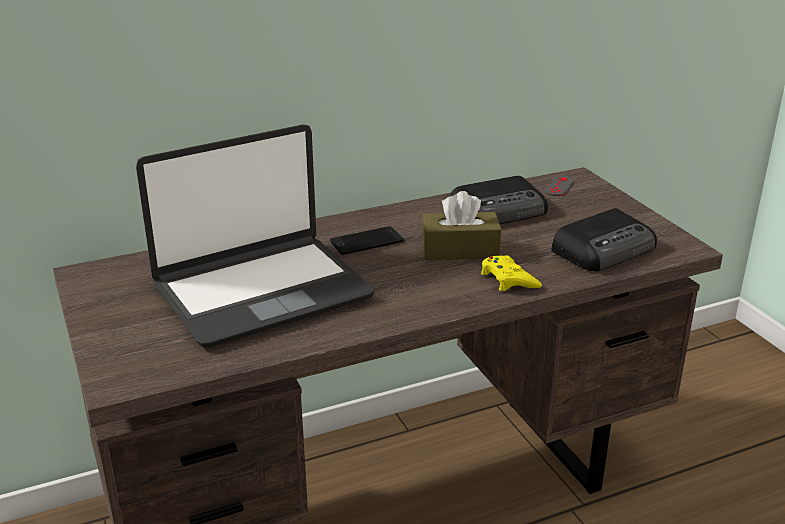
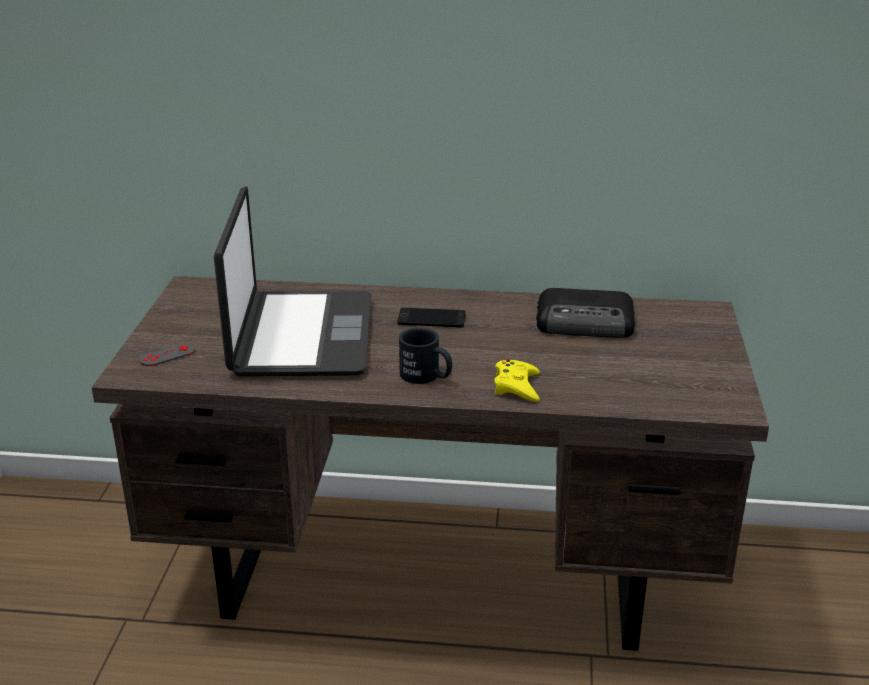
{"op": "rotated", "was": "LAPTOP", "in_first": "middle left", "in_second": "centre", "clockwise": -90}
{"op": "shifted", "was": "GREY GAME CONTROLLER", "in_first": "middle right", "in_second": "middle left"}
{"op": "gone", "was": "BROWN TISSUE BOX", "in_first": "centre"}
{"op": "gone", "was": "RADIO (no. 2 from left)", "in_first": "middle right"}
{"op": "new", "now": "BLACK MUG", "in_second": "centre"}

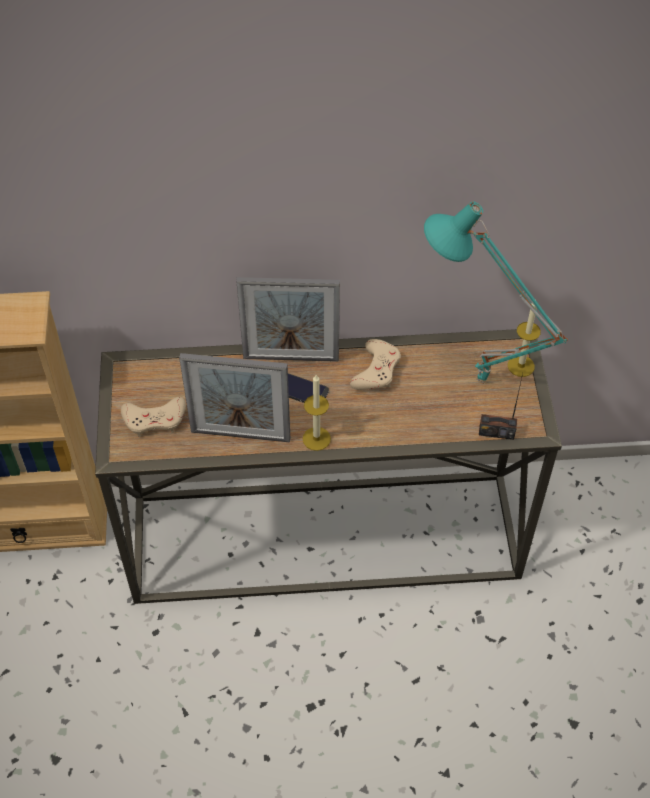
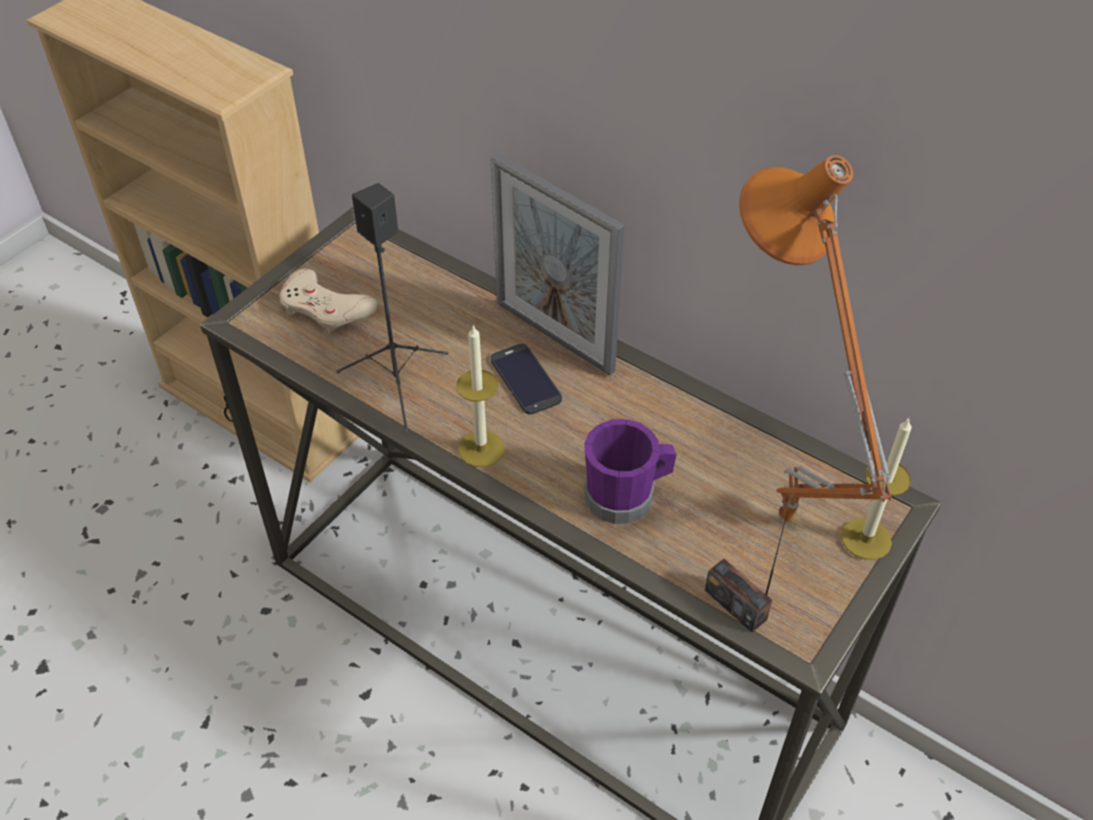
{"op": "repainted", "was": "TURQUOISE TABLE LAMP", "now": "ORANGE TABLE LAMP", "in_first": "middle right", "in_second": "middle right"}
{"op": "gone", "was": "BEIGE GAME CONTROLLER (no. 2 from left)", "in_first": "centre"}
{"op": "swapped", "was": "PICTURE FRAME (no. 1 from left)", "now": "BLACK SPEAKER", "in_first": "centre", "in_second": "centre"}
{"op": "new", "now": "PURPLE MUG", "in_second": "centre"}

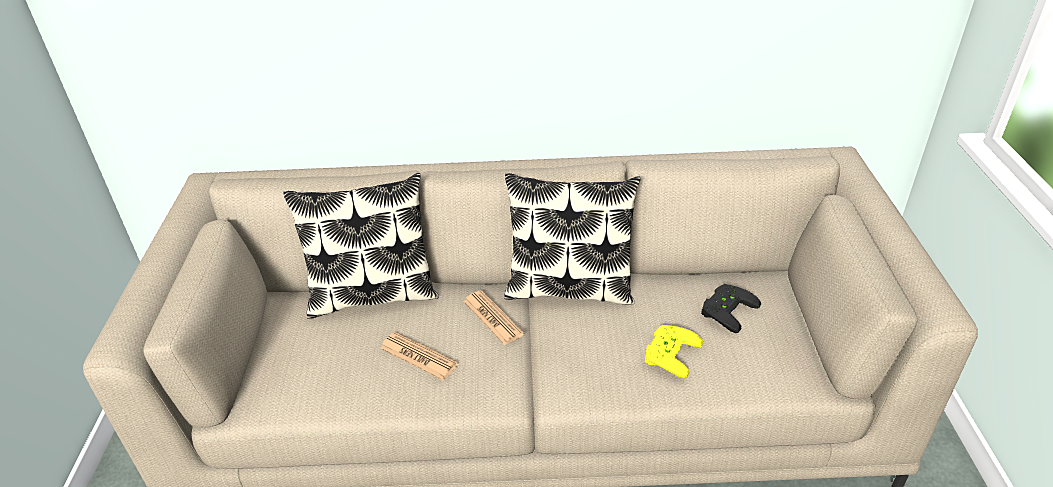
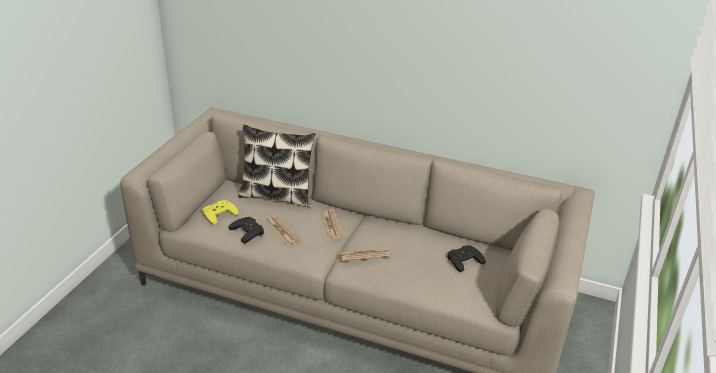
{"op": "gone", "was": "PILLOW (no. 2 from left)", "in_first": "centre"}
{"op": "shifted", "was": "YELLOW GAME CONTROLLER", "in_first": "bottom centre", "in_second": "middle left"}
{"op": "new", "now": "BLACK GAME CONTROLLER (no. 1 from left)", "in_second": "centre"}
{"op": "new", "now": "NEWSPAPER (no. 3 from left)", "in_second": "bottom centre"}

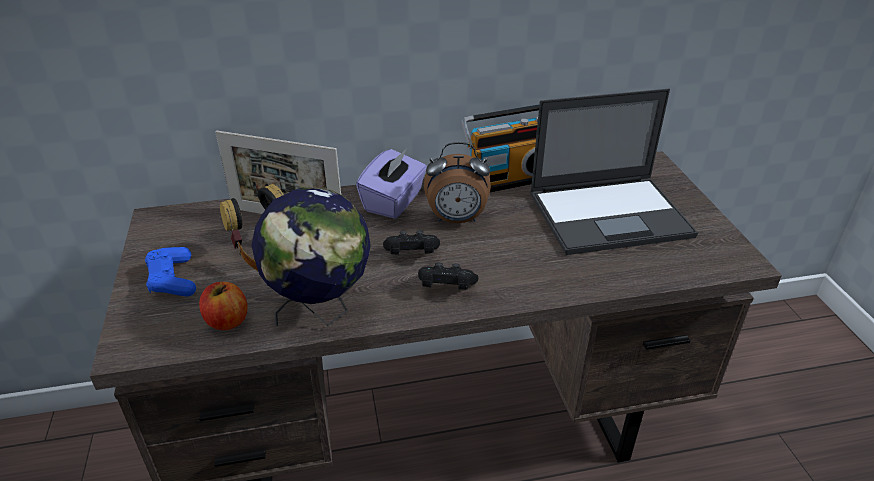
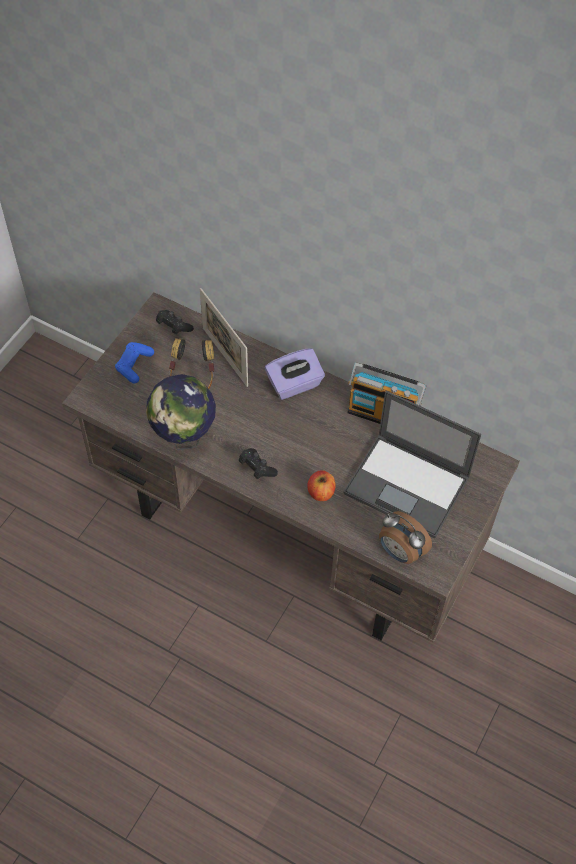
{"op": "shifted", "was": "ALARM CLOCK", "in_first": "centre", "in_second": "middle right"}
{"op": "shifted", "was": "BLACK GAME CONTROLLER (no. 1 from left)", "in_first": "centre", "in_second": "middle left"}
{"op": "shifted", "was": "APPLE", "in_first": "middle left", "in_second": "centre"}

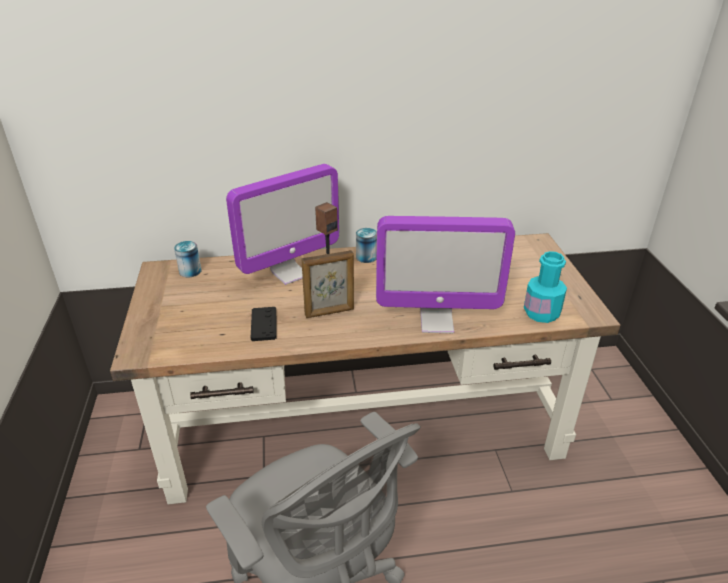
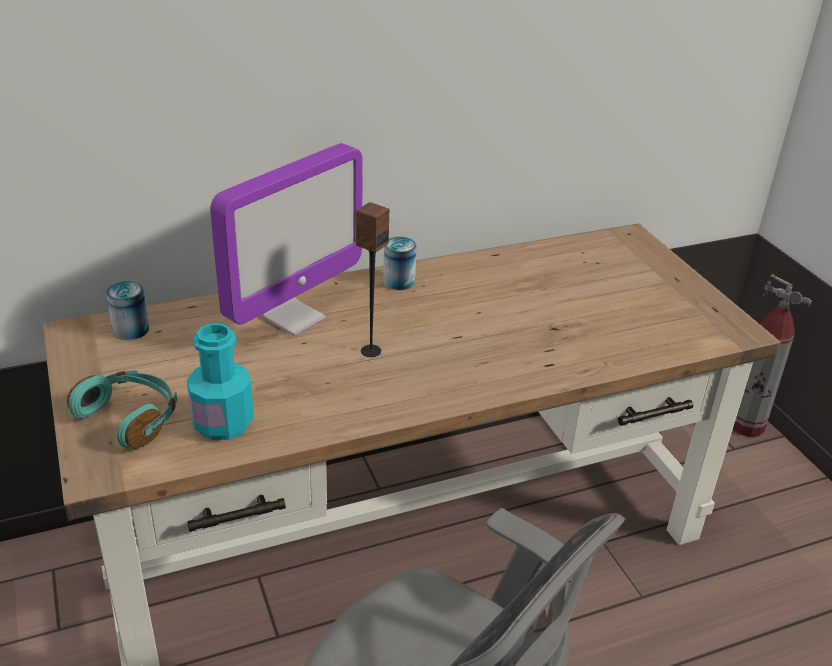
{"op": "gone", "was": "MONITOR (no. 2 from left)", "in_first": "centre"}
{"op": "gone", "was": "PICTURE FRAME", "in_first": "centre"}
{"op": "shifted", "was": "TURQUOISE BOTTLE", "in_first": "middle right", "in_second": "middle left"}
{"op": "gone", "was": "BLACK GAME CONTROLLER", "in_first": "centre"}
{"op": "new", "now": "FIRE EXTINGUISHER", "in_second": "middle right"}
{"op": "new", "now": "TURQUOISE HEADPHONES", "in_second": "middle left"}

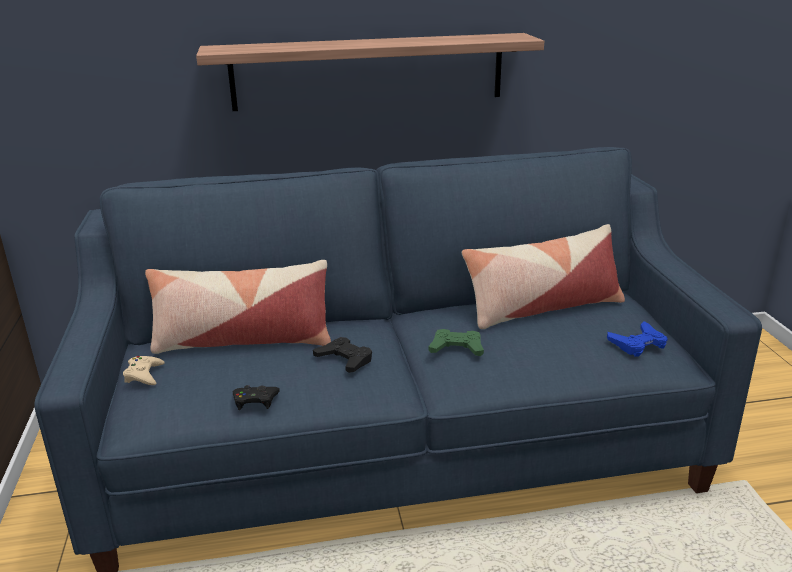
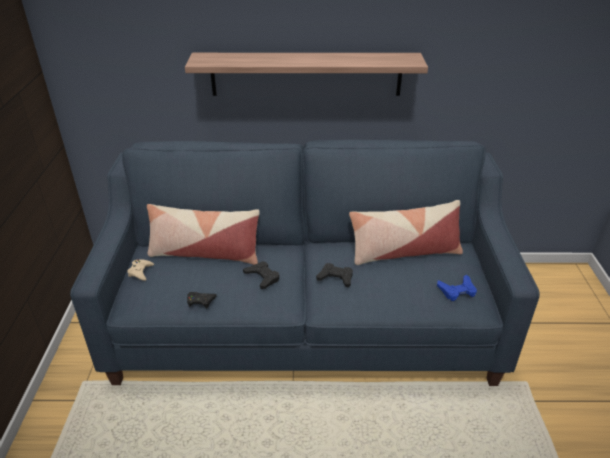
{"op": "repainted", "was": "GREEN GAME CONTROLLER", "now": "BLACK GAME CONTROLLER (no. 3 from left)", "in_first": "centre", "in_second": "centre"}

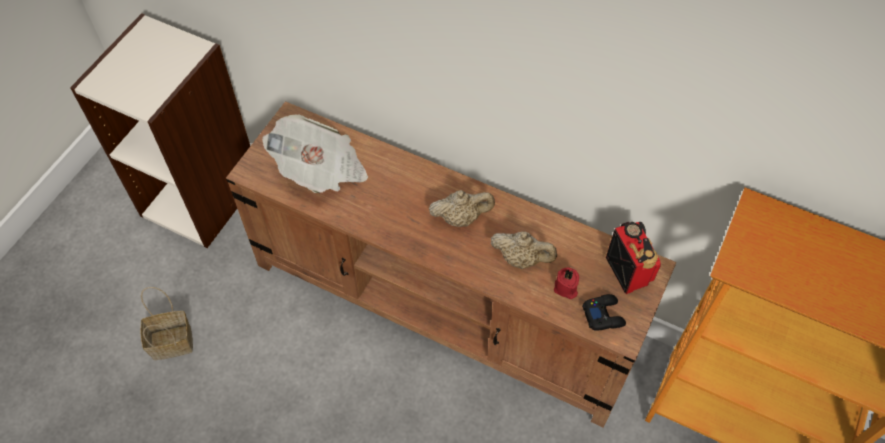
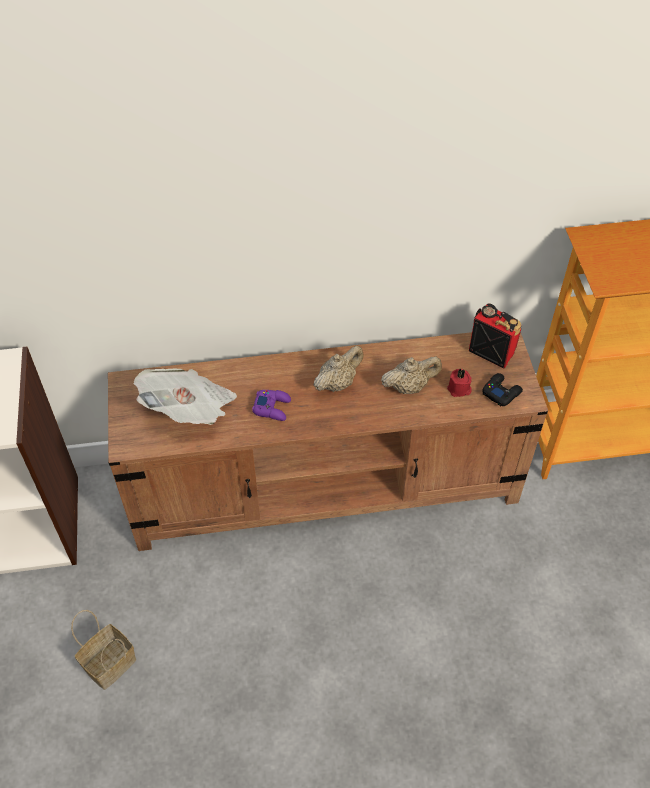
{"op": "new", "now": "PURPLE GAME CONTROLLER", "in_second": "centre"}

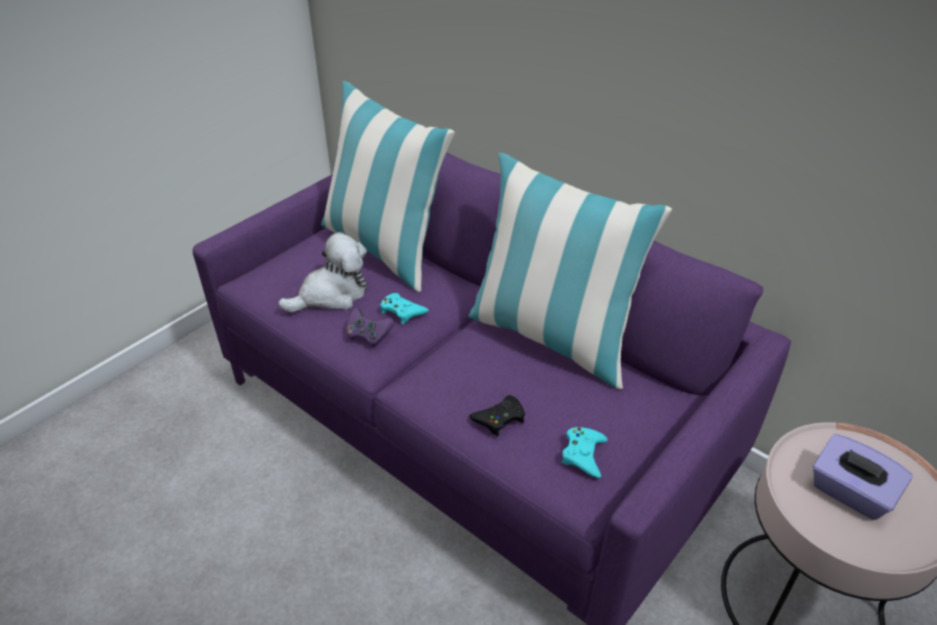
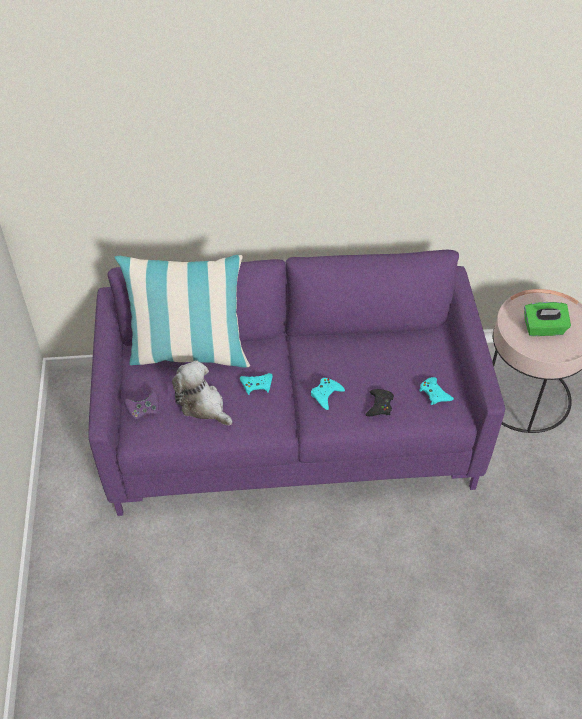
{"op": "gone", "was": "PILLOW (no. 2 from left)", "in_first": "centre"}
{"op": "rotated", "was": "PLUSH TOY", "in_first": "centre", "in_second": "centre", "clockwise": -60}
{"op": "shifted", "was": "PURPLE GAME CONTROLLER", "in_first": "centre", "in_second": "middle left"}
{"op": "repainted", "was": "PURPLE TISSUE BOX", "now": "GREEN TISSUE BOX", "in_first": "bottom right", "in_second": "middle right"}
{"op": "new", "now": "TURQUOISE GAME CONTROLLER (no. 2 from left)", "in_second": "centre"}

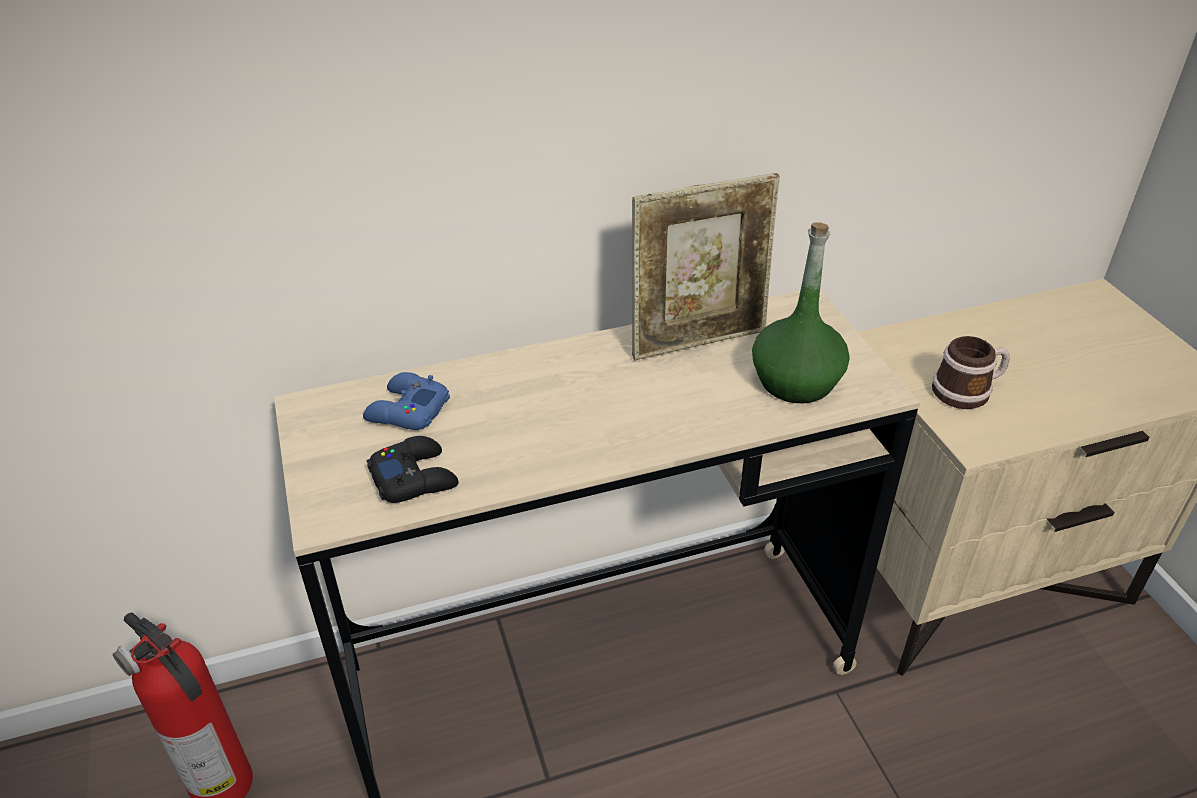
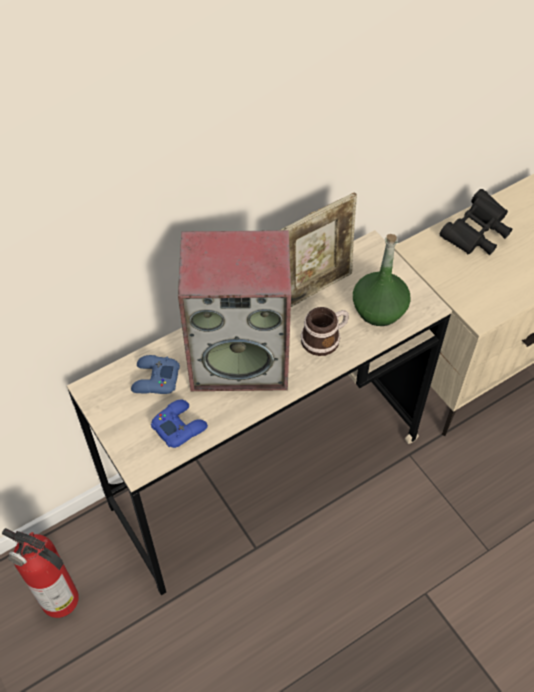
{"op": "shifted", "was": "MUG", "in_first": "middle right", "in_second": "centre"}
{"op": "repainted", "was": "BLACK GAME CONTROLLER", "now": "BLUE GAME CONTROLLER (no. 2 from left)", "in_first": "centre", "in_second": "centre"}
{"op": "new", "now": "BLACK BINOCULARS", "in_second": "top right"}
{"op": "new", "now": "SPEAKER", "in_second": "centre"}

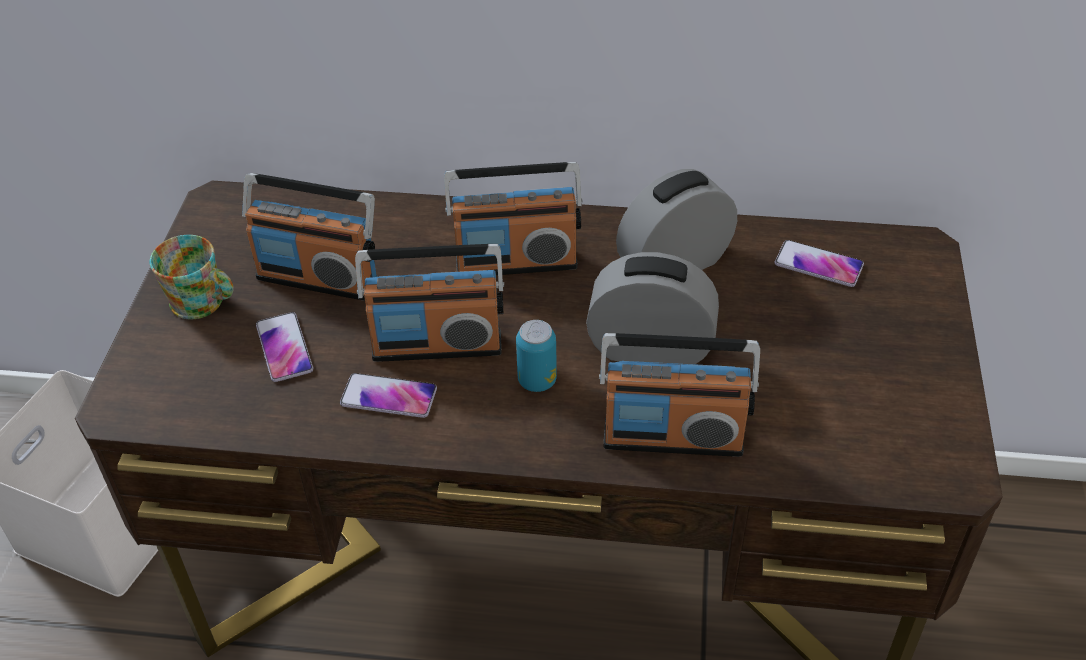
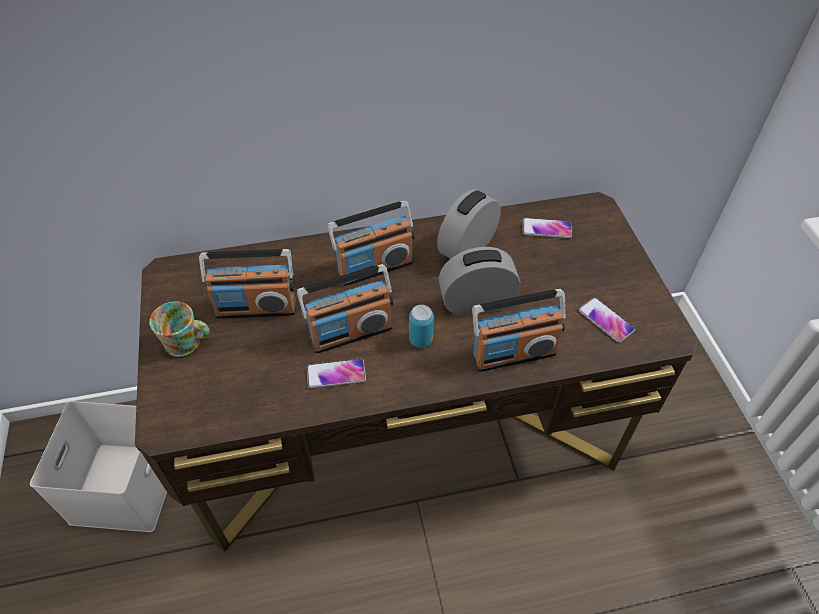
{"op": "shifted", "was": "PHONE (no. 1 from left in the first image)", "now": "PHONE (no. 3 from left)", "in_first": "middle left", "in_second": "middle right"}

